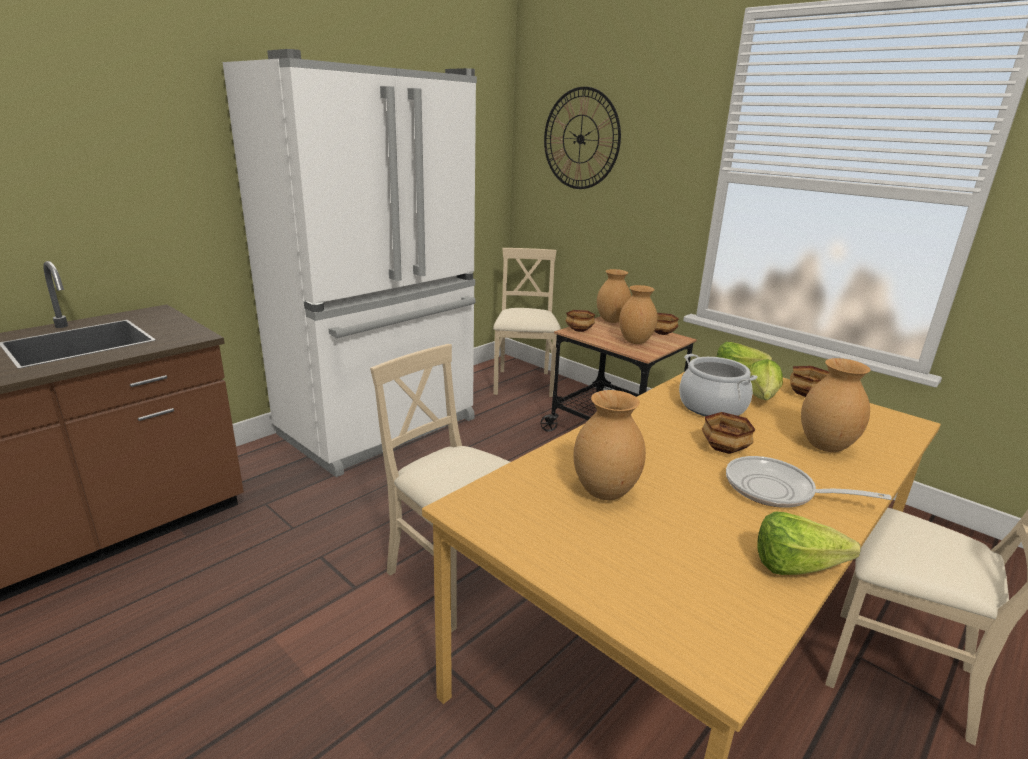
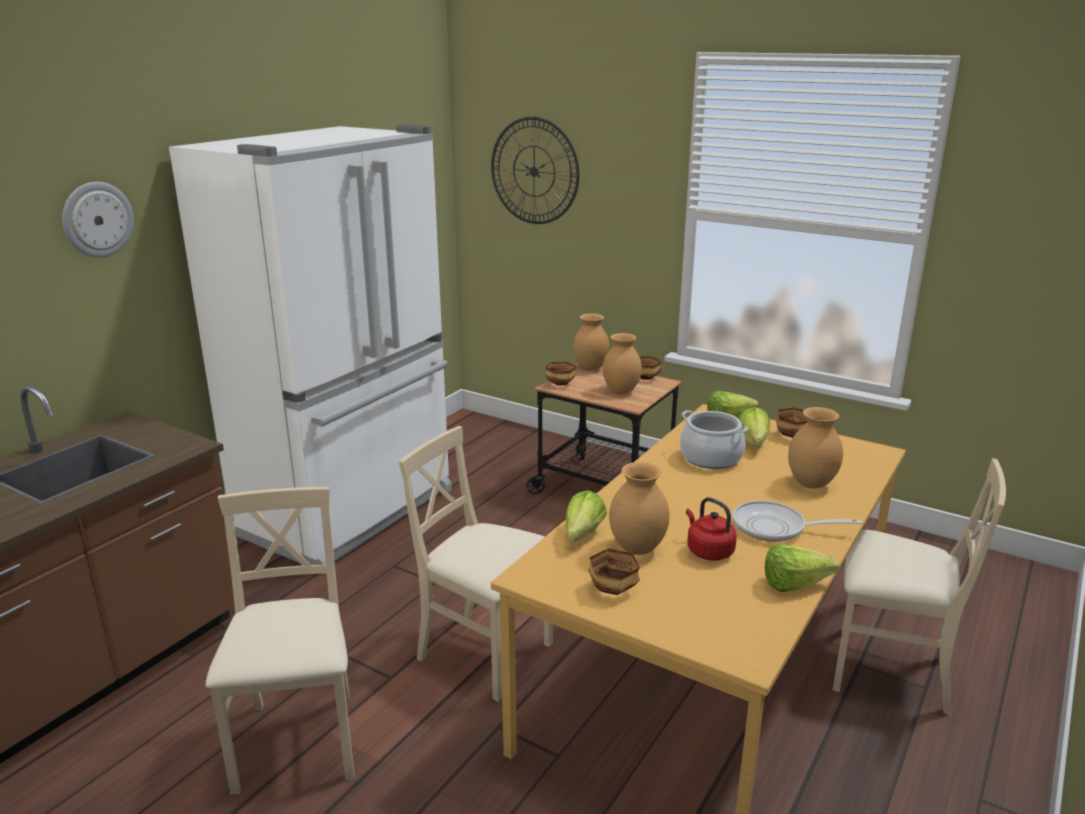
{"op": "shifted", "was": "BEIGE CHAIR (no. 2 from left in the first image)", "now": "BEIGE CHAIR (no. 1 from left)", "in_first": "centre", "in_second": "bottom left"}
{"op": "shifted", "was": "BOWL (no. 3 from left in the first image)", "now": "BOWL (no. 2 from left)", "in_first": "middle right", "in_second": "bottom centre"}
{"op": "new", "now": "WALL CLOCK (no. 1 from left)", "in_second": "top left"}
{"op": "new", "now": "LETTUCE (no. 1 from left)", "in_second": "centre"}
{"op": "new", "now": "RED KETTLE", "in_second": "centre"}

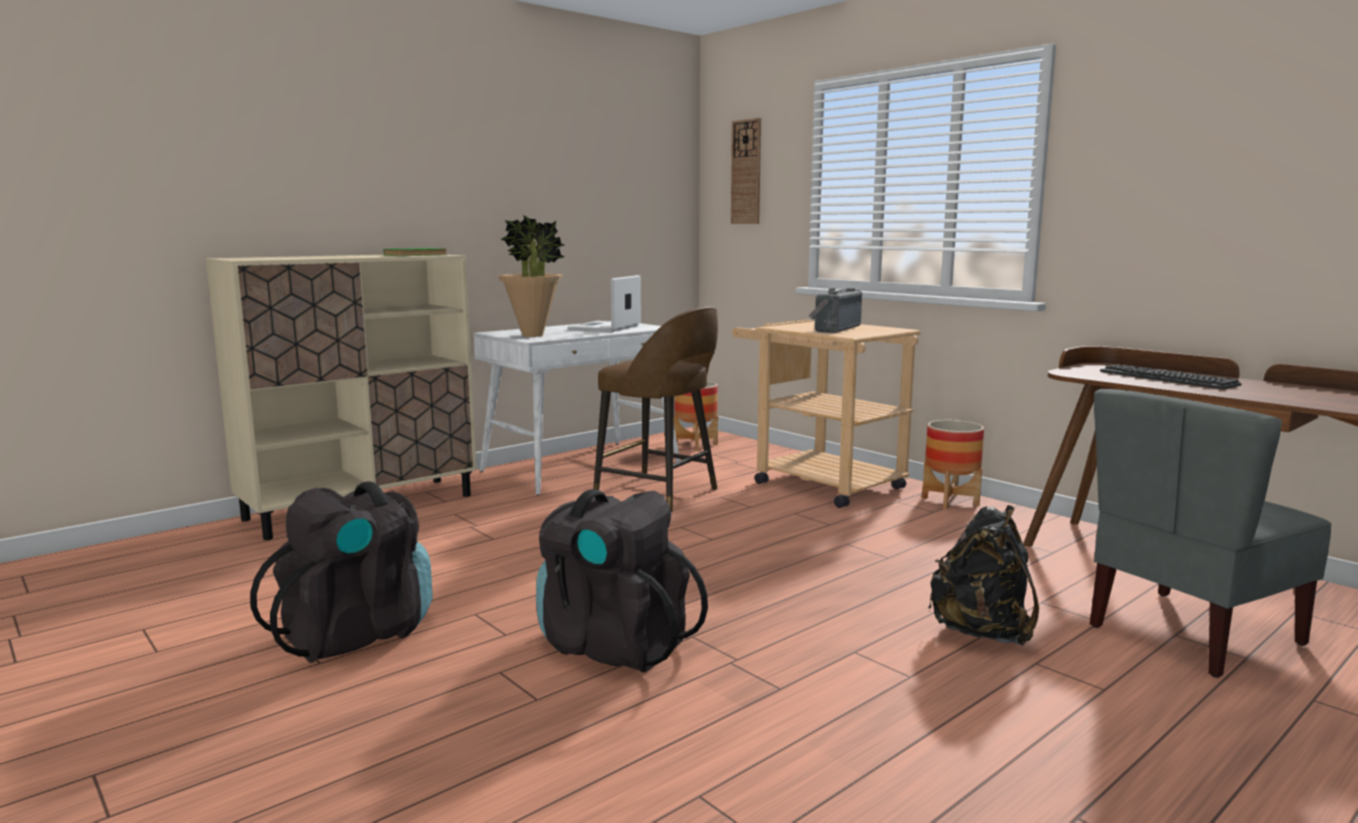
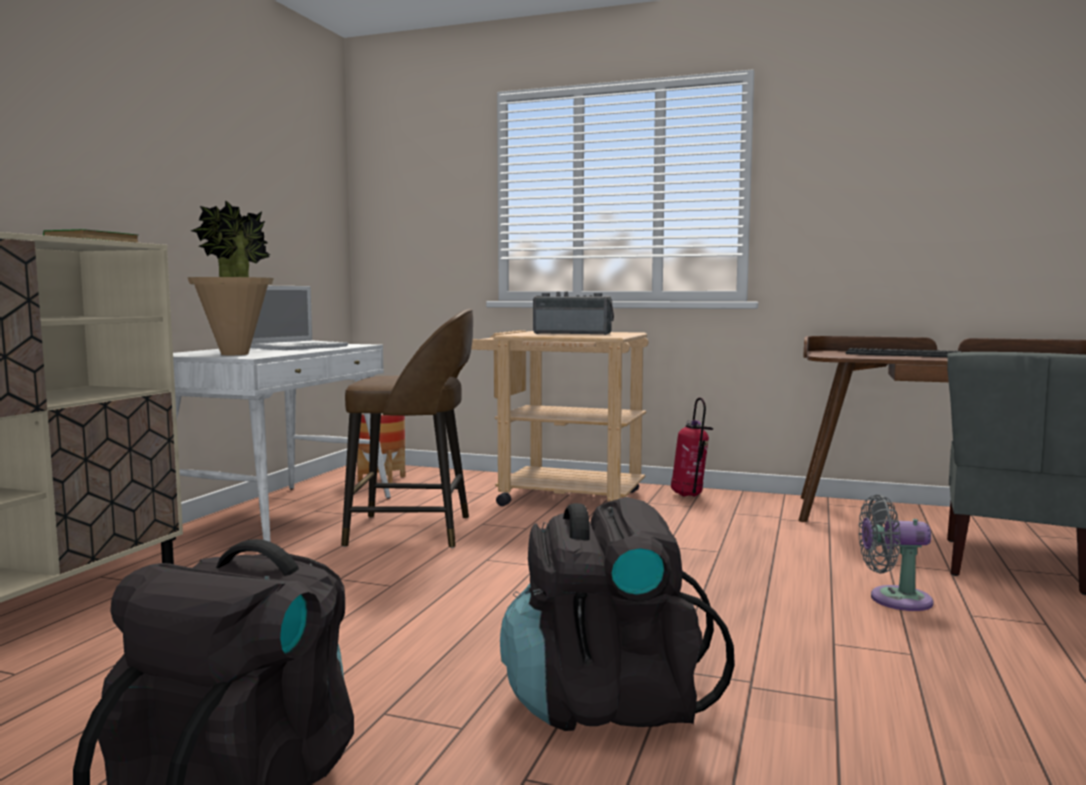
{"op": "gone", "was": "WALL CLOCK", "in_first": "top centre"}
{"op": "rotated", "was": "LAPTOP", "in_first": "centre", "in_second": "middle left", "clockwise": -135}
{"op": "rotated", "was": "RADIO", "in_first": "centre", "in_second": "centre", "clockwise": 105}
{"op": "swapped", "was": "PLANTER (no. 2 from left)", "now": "FIRE EXTINGUISHER", "in_first": "middle right", "in_second": "centre"}
{"op": "swapped", "was": "BLACK BACKPACK (no. 3 from left)", "now": "GREY FAN", "in_first": "bottom right", "in_second": "bottom right"}

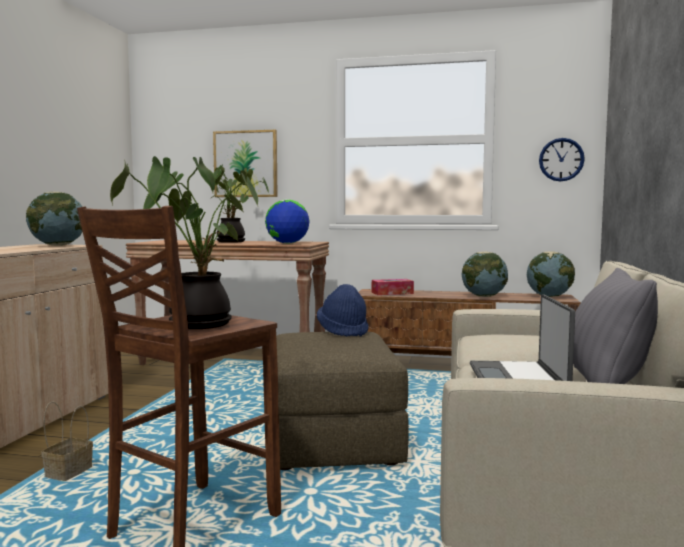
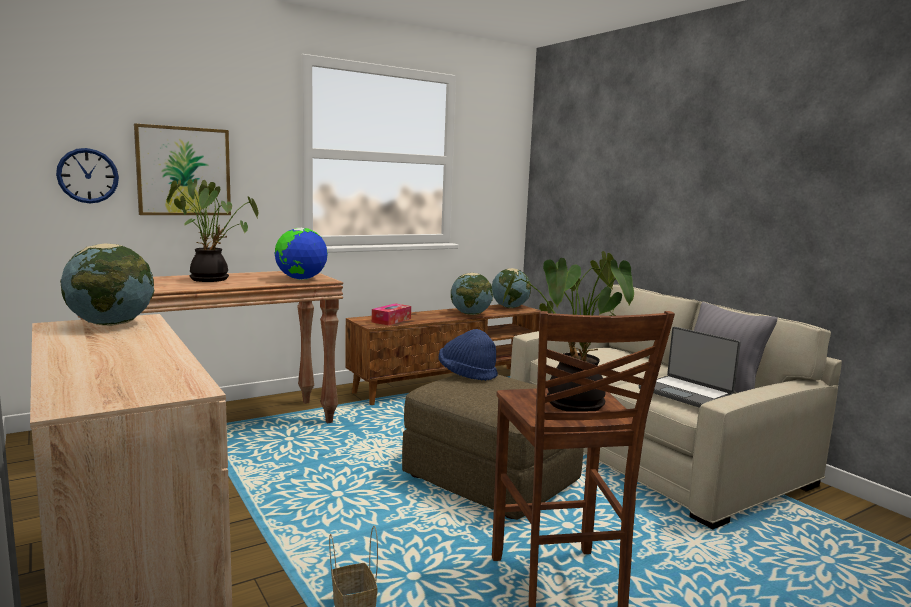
{"op": "shifted", "was": "WALL CLOCK", "in_first": "top right", "in_second": "top left"}

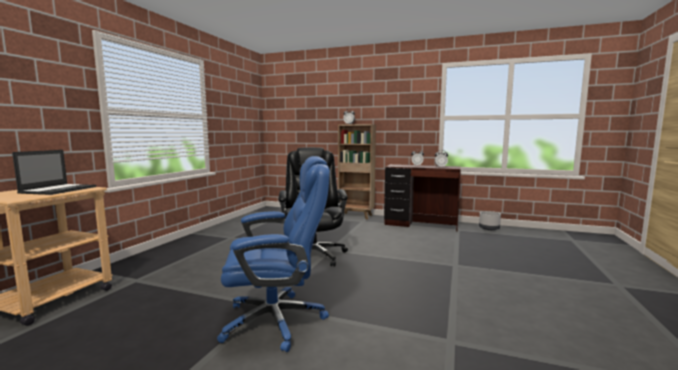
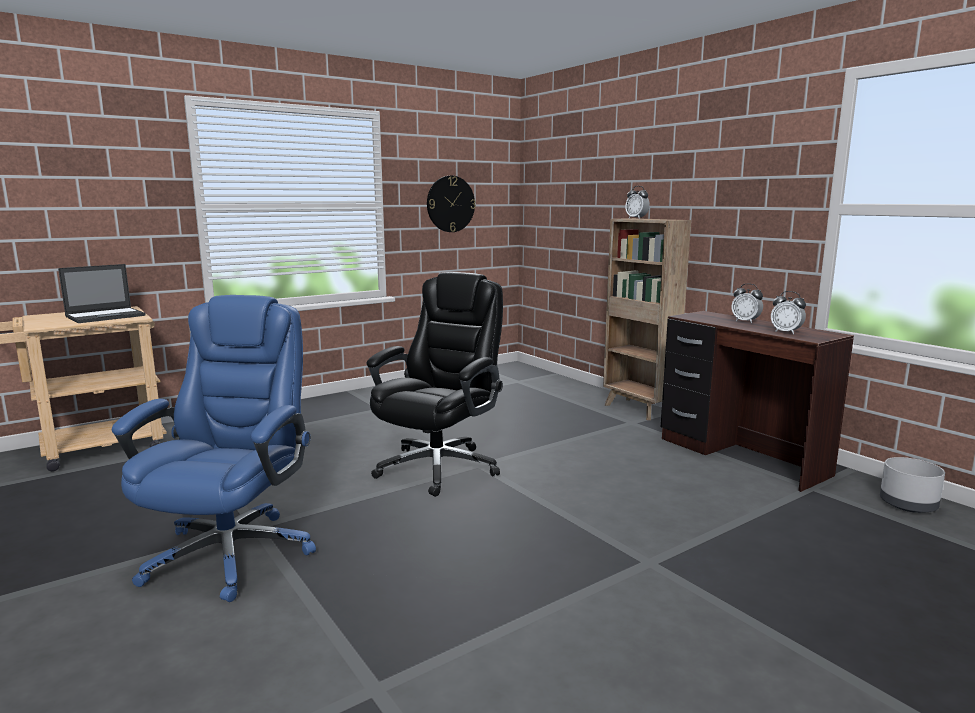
{"op": "rotated", "was": "BLUE OFFICE CHAIR", "in_first": "bottom centre", "in_second": "middle left", "clockwise": -105}
{"op": "new", "now": "WALL CLOCK", "in_second": "top centre"}

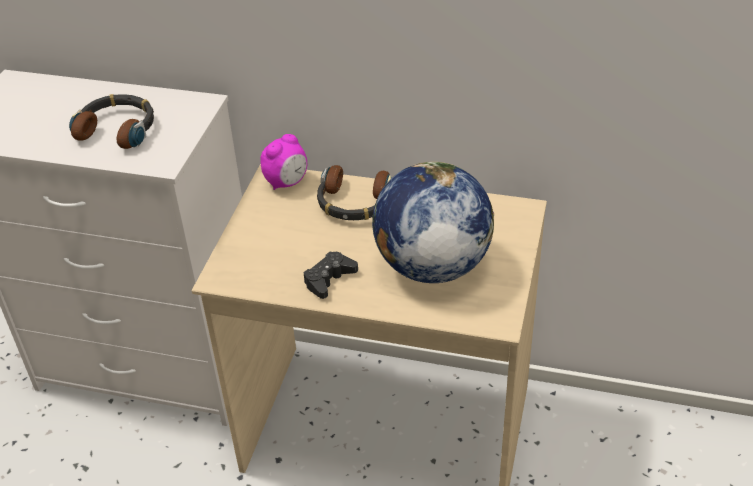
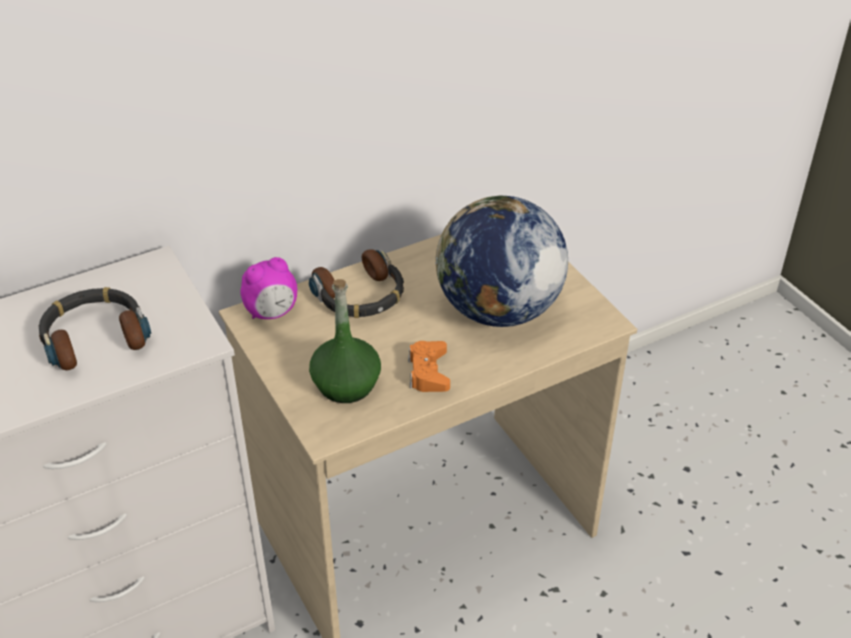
{"op": "rotated", "was": "ALARM CLOCK", "in_first": "centre", "in_second": "middle left", "clockwise": 60}
{"op": "repainted", "was": "BLACK GAME CONTROLLER", "now": "ORANGE GAME CONTROLLER", "in_first": "centre", "in_second": "centre"}
{"op": "new", "now": "GREEN BOTTLE", "in_second": "centre"}

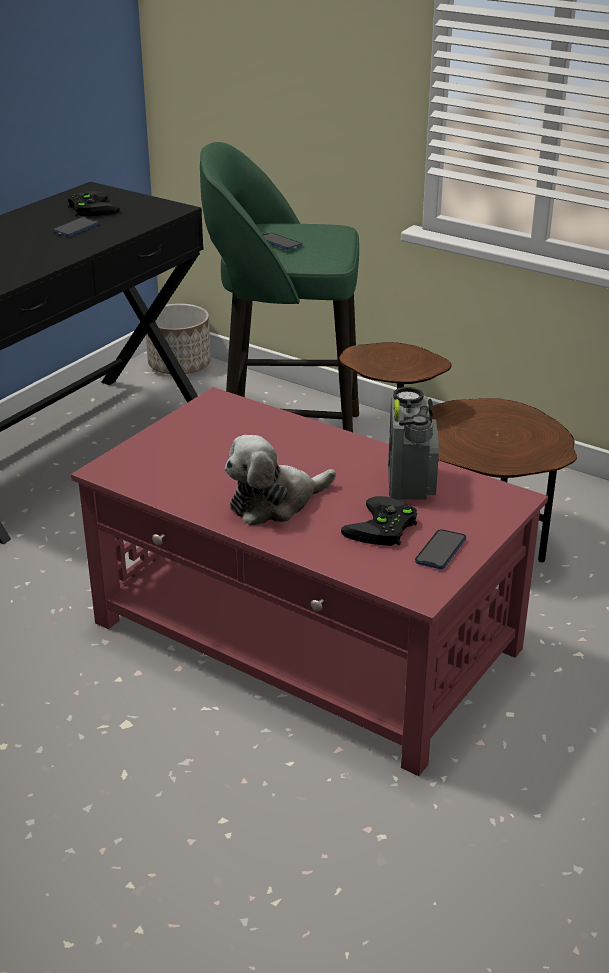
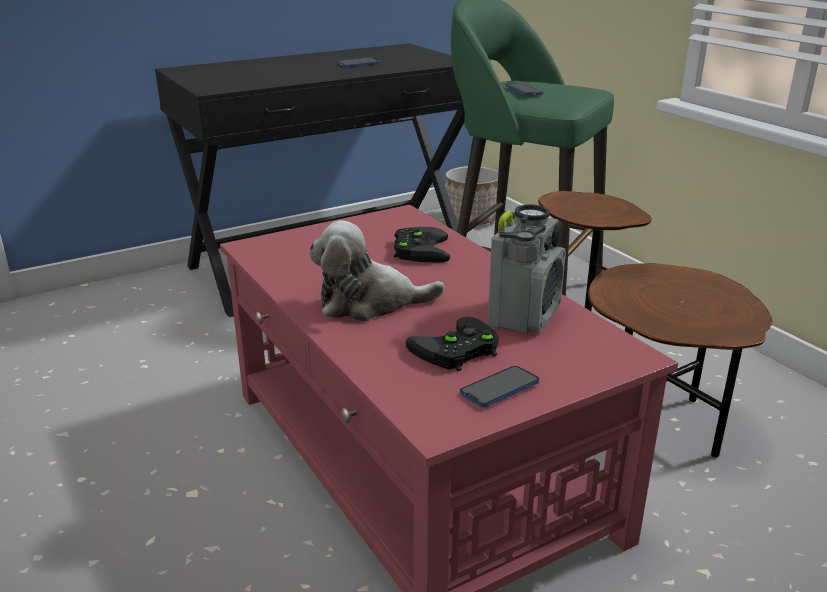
{"op": "shifted", "was": "BLACK GAME CONTROLLER (no. 1 from left)", "in_first": "top left", "in_second": "centre"}

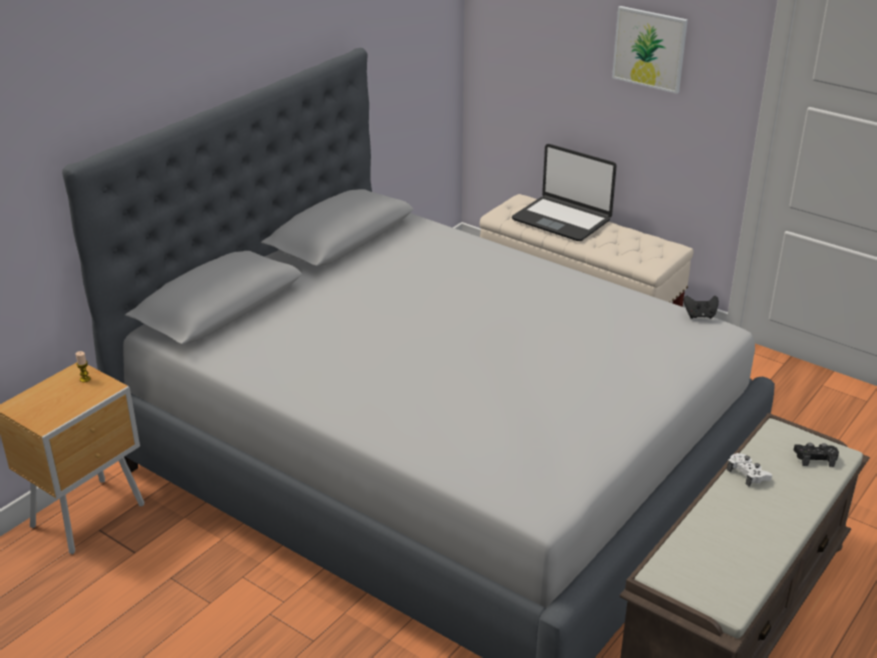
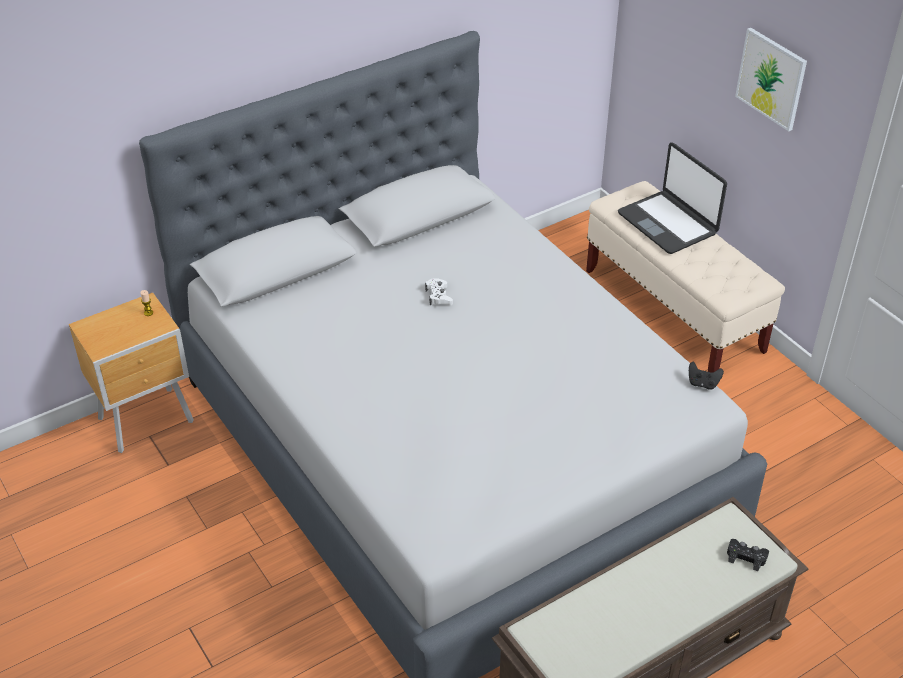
{"op": "shifted", "was": "WHITE GAME CONTROLLER", "in_first": "bottom right", "in_second": "centre"}

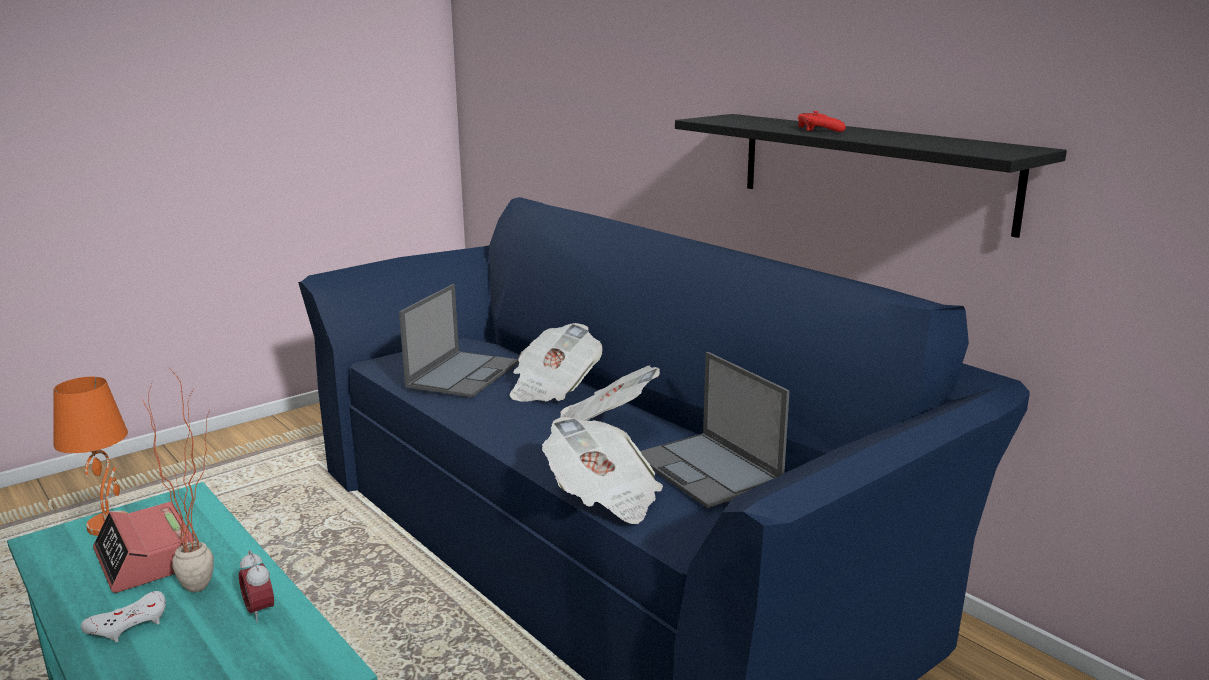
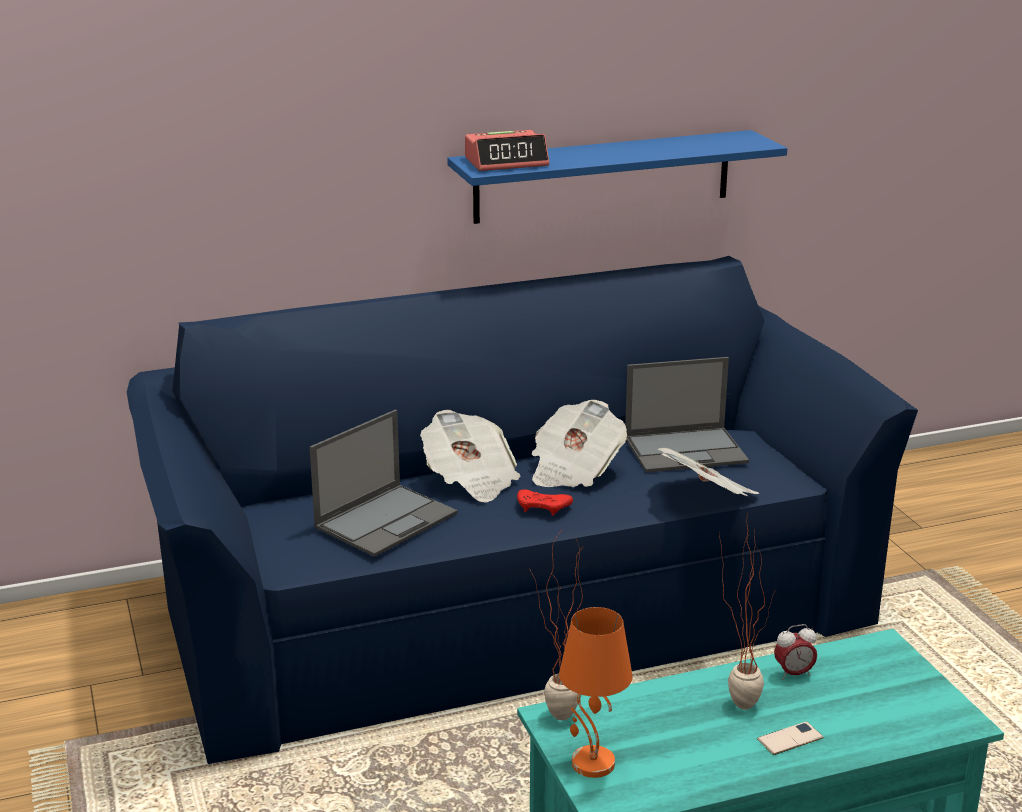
{"op": "shifted", "was": "RED GAME CONTROLLER", "in_first": "top right", "in_second": "centre"}
{"op": "repainted", "was": "BLACK SHELF", "now": "BLUE SHELF", "in_first": "top right", "in_second": "top centre"}
{"op": "rotated", "was": "LAPTOP (no. 1 from left)", "in_first": "centre", "in_second": "centre", "clockwise": 90}
{"op": "shifted", "was": "ALARM CLOCK (no. 1 from left)", "in_first": "bottom left", "in_second": "top centre"}
{"op": "swapped", "was": "WHITE GAME CONTROLLER", "now": "PHONE", "in_first": "bottom left", "in_second": "bottom right"}
{"op": "new", "now": "POTTED PLANT (no. 1 from left)", "in_second": "bottom centre"}

